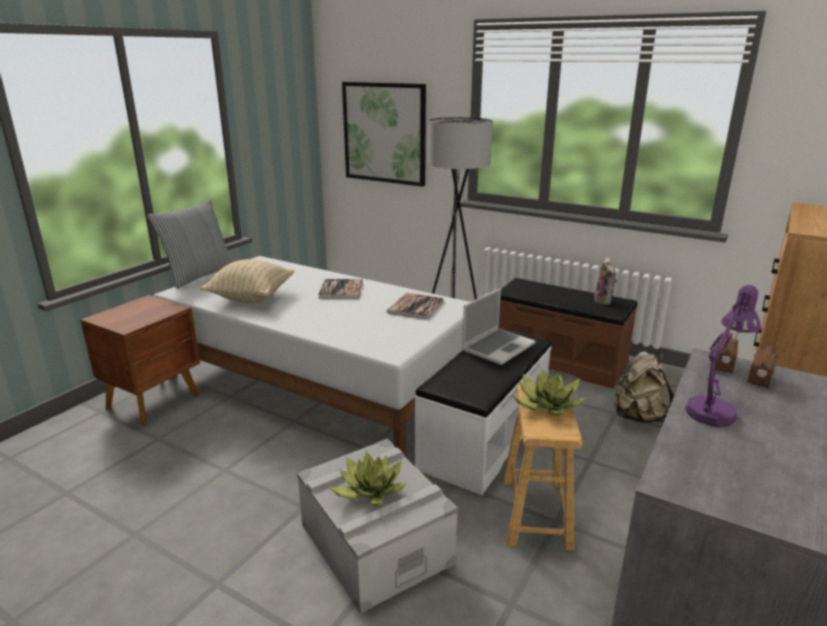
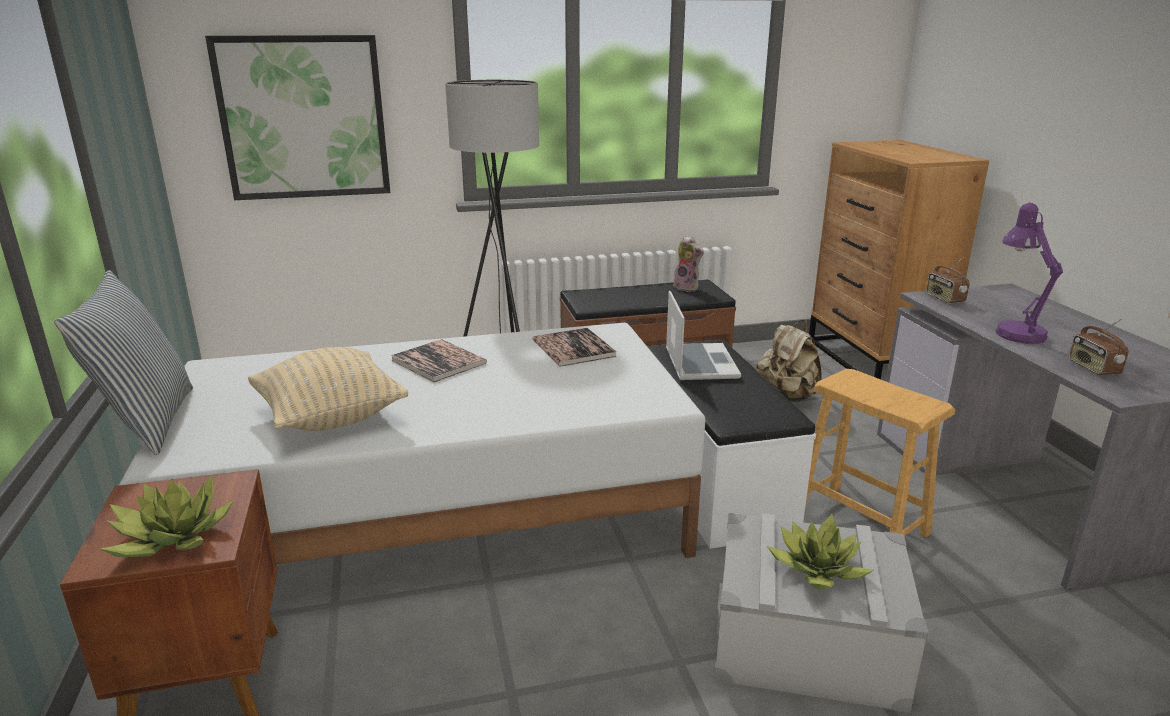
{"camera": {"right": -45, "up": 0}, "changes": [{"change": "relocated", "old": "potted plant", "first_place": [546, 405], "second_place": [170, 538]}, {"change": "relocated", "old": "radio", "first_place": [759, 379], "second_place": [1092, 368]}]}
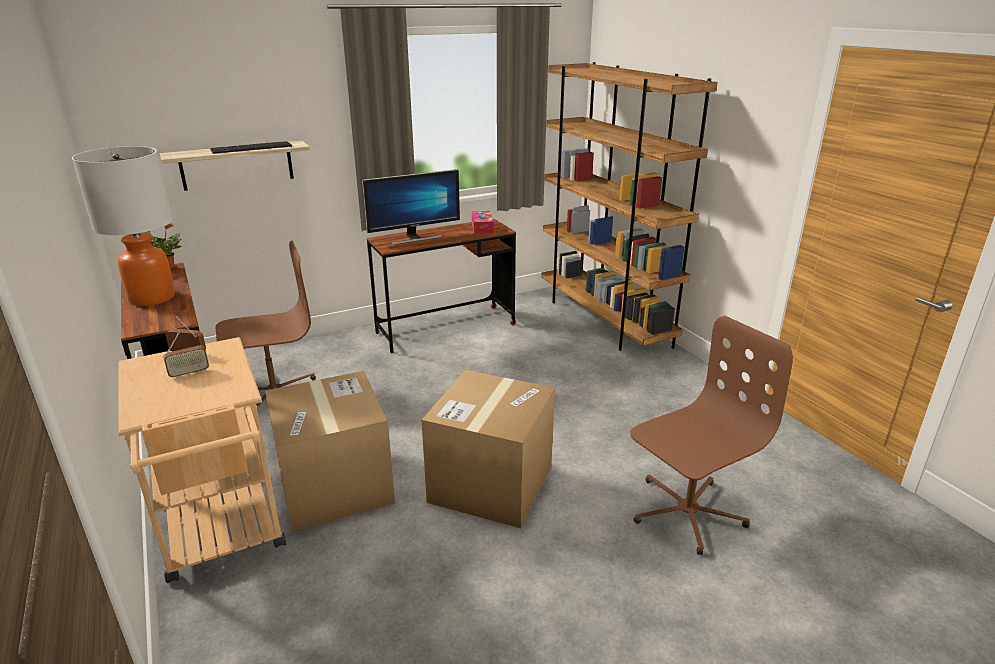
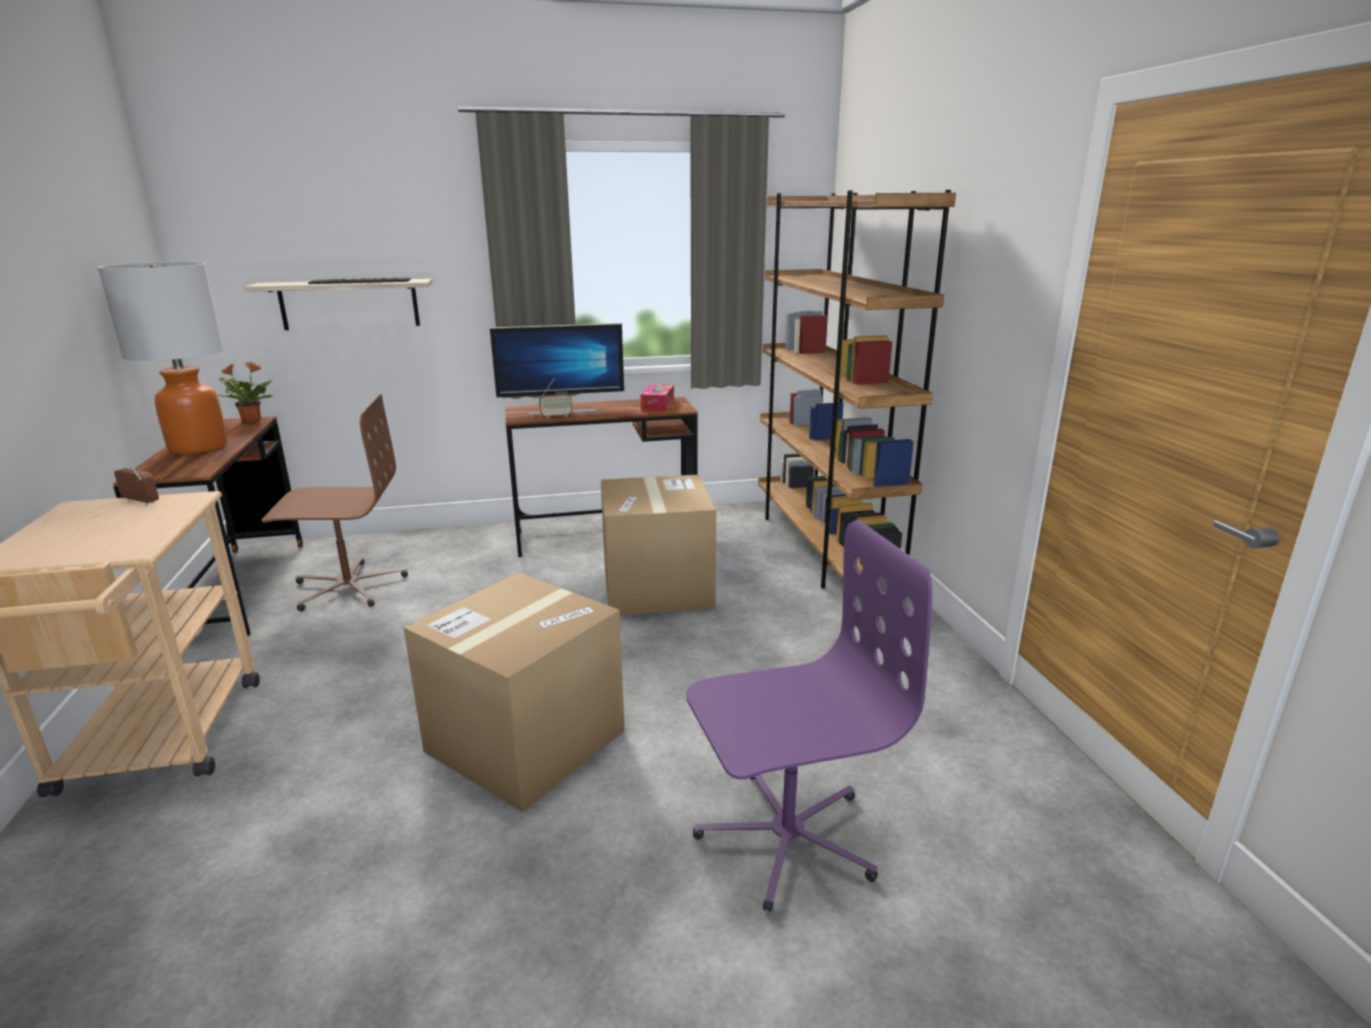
{"camera": {"right": 15, "up": -5}, "changes": [{"change": "relocated", "old": "radio", "first_place": [189, 373], "second_place": [556, 416]}, {"change": "relocated", "old": "cardboard box", "first_place": [335, 486], "second_place": [657, 587]}, {"change": "colour", "old": "brown office chair", "new": "purple office chair", "first_place": [686, 512], "second_place": [785, 836]}]}
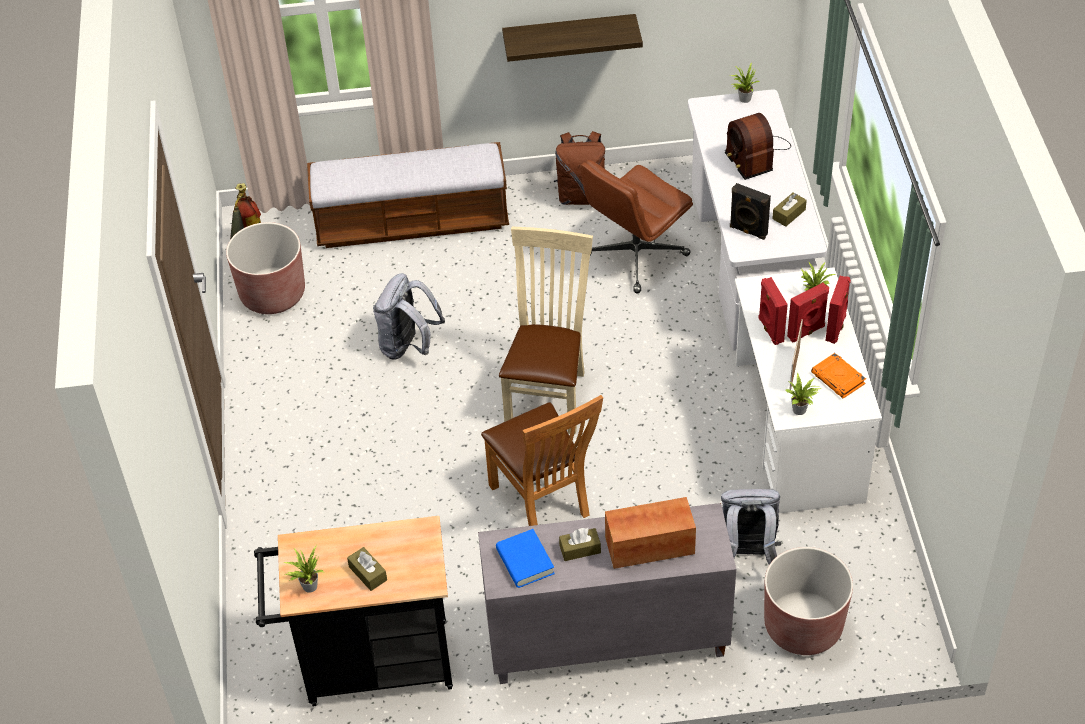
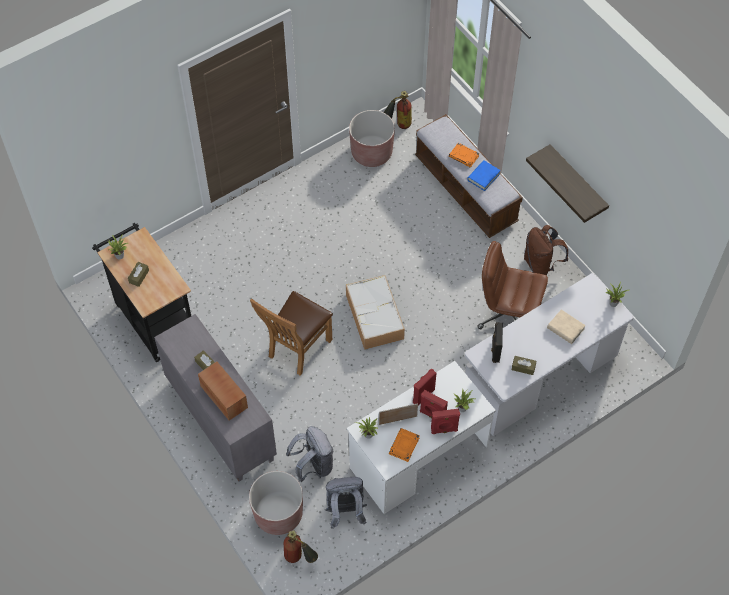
{"camera": {"right": 60, "up": 10}, "changes": [{"change": "relocated", "old": "grey backpack", "first_place": [408, 346], "second_place": [345, 511]}, {"change": "relocated", "old": "blue book", "first_place": [525, 562], "second_place": [483, 177]}, {"change": "exchanged", "old": "beige chair", "new": "storage box", "first_place": [549, 394], "second_place": [375, 317]}, {"change": "exchanged", "old": "radio", "new": "beige book", "first_place": [755, 154], "second_place": [565, 328]}, {"change": "appeared", "new": "fire extinguisher", "second_place": [299, 558]}, {"change": "appeared", "new": "orange book", "second_place": [464, 156]}]}
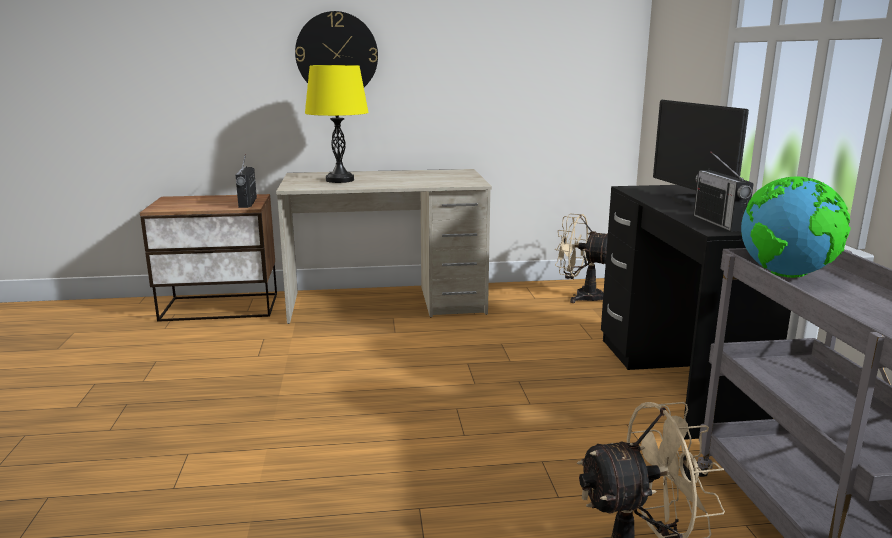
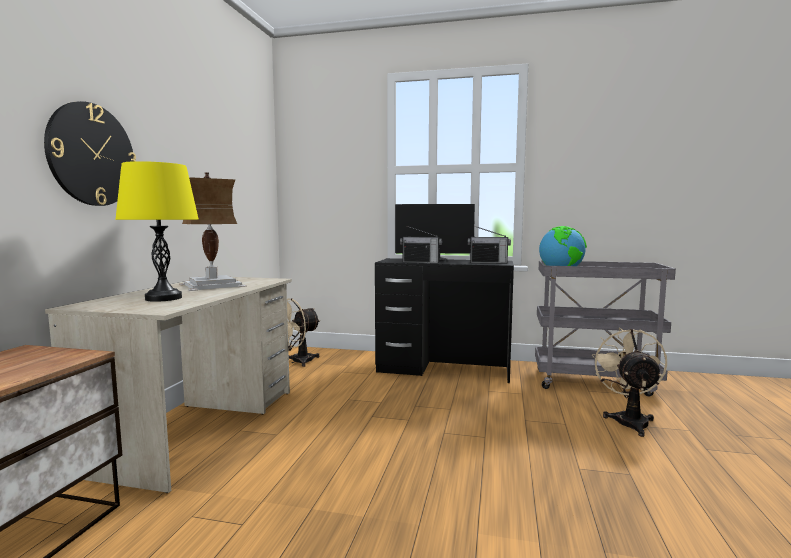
{"camera": {"right": -70, "up": -10}, "changes": [{"change": "relocated", "old": "radio", "first_place": [247, 203], "second_place": [421, 262]}, {"change": "appeared", "new": "table lamp", "second_place": [211, 285]}]}
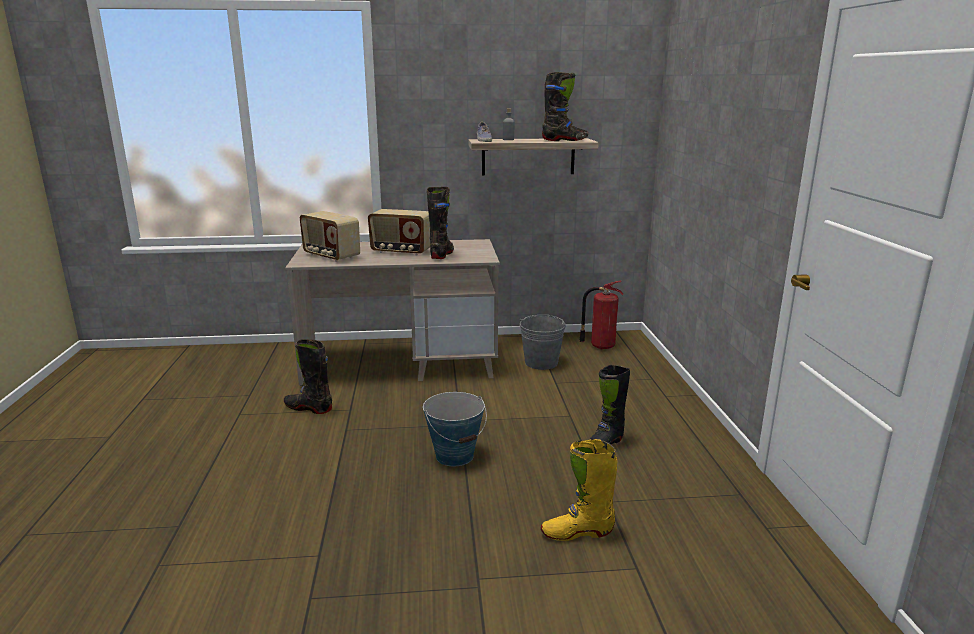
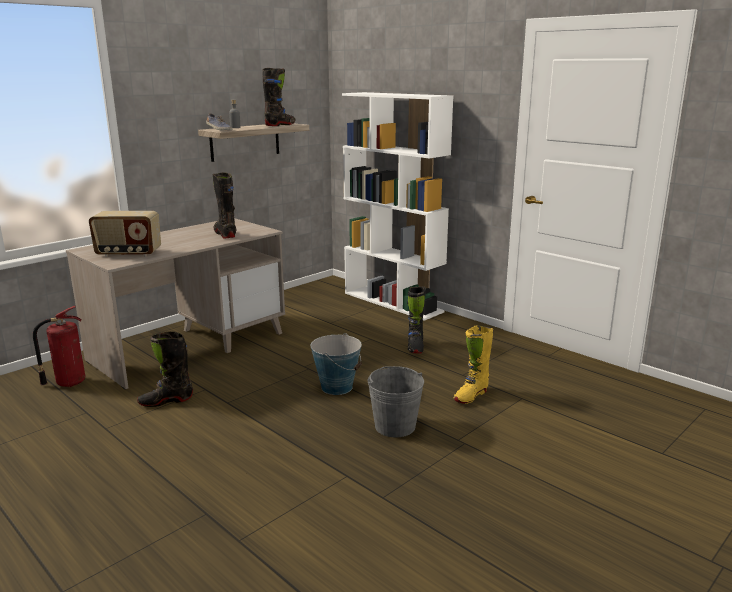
{"camera": {"right": -40, "up": 0}, "changes": [{"change": "missing", "old": "radio", "first_place": [401, 251]}, {"change": "relocated", "old": "grey bucket", "first_place": [541, 362], "second_place": [395, 426]}, {"change": "relocated", "old": "fire extinguisher", "first_place": [601, 346], "second_place": [69, 383]}, {"change": "appeared", "new": "white bookcase", "second_place": [393, 302]}]}
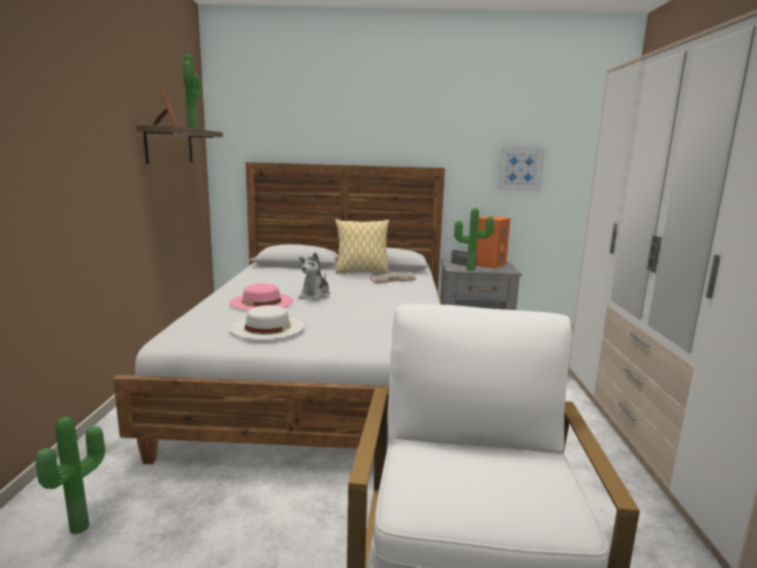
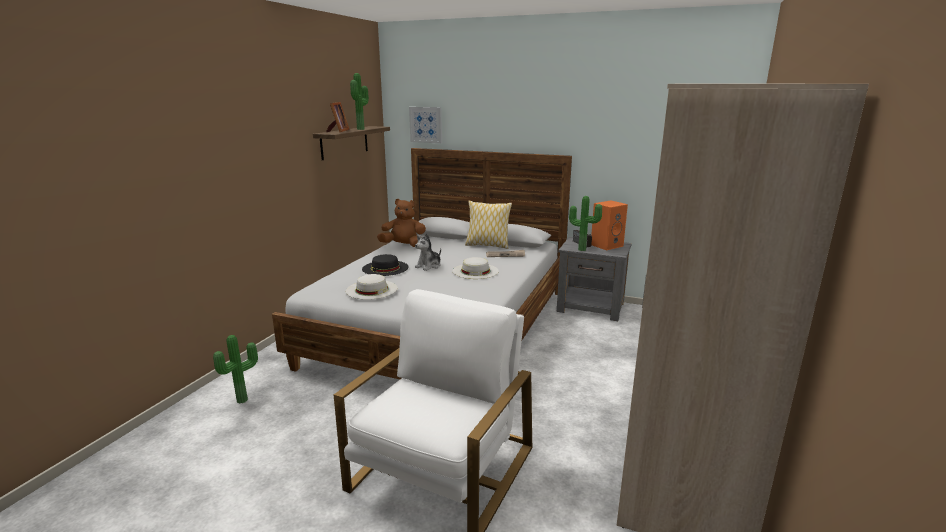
{"camera": {"right": 20, "up": 5}, "changes": [{"change": "colour", "old": "pink hat", "new": "black hat", "first_place": [261, 301], "second_place": [385, 268]}, {"change": "relocated", "old": "picture", "first_place": [520, 168], "second_place": [426, 124]}, {"change": "appeared", "new": "brown plush toy", "second_place": [404, 246]}, {"change": "appeared", "new": "white hat", "second_place": [475, 271]}]}
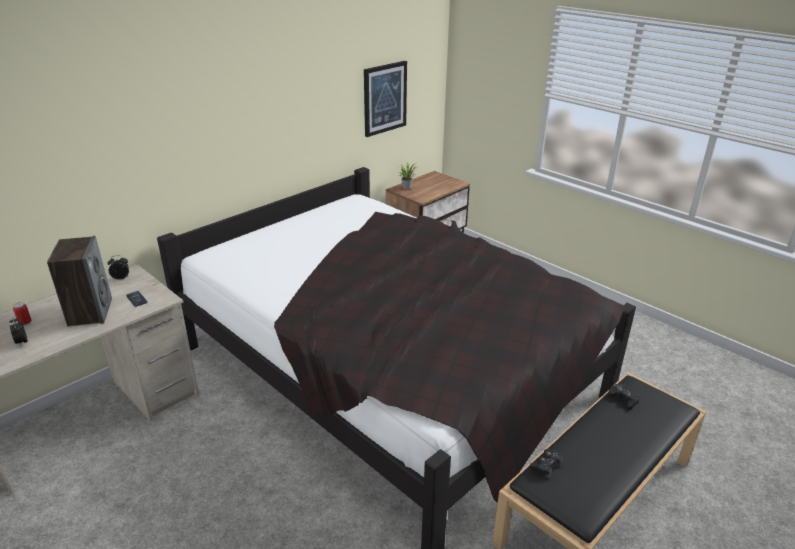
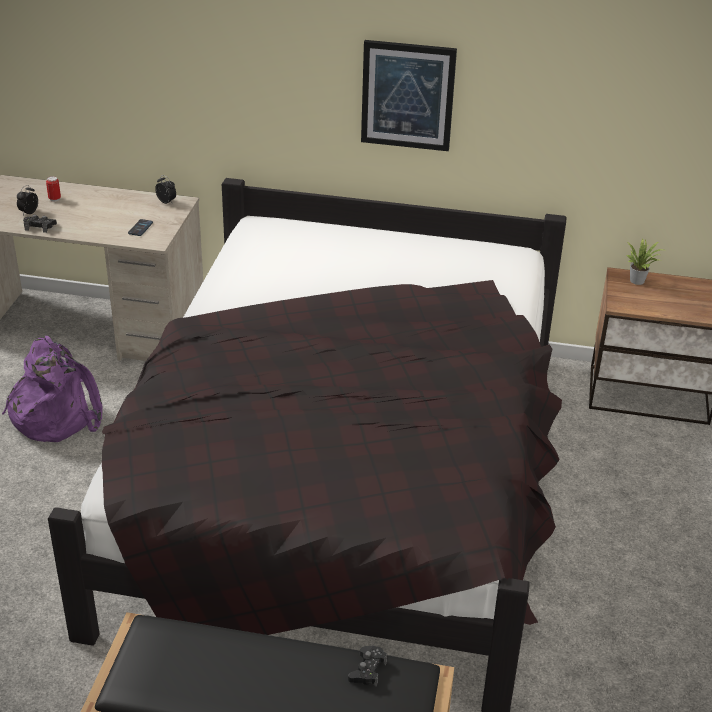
{"camera": {"right": 55, "up": 5}, "changes": [{"change": "missing", "old": "speaker", "first_place": [90, 312]}, {"change": "relocated", "old": "picture", "first_place": [384, 98], "second_place": [407, 95]}, {"change": "relocated", "old": "black game controller", "first_place": [546, 465], "second_place": [40, 227]}, {"change": "appeared", "new": "purple backpack", "second_place": [56, 415]}]}
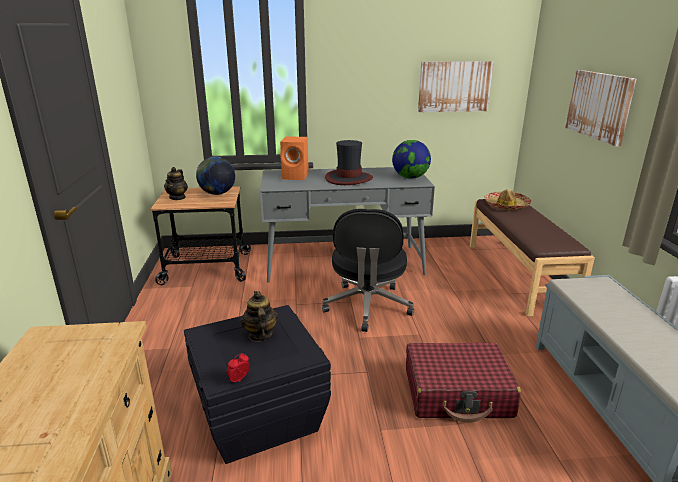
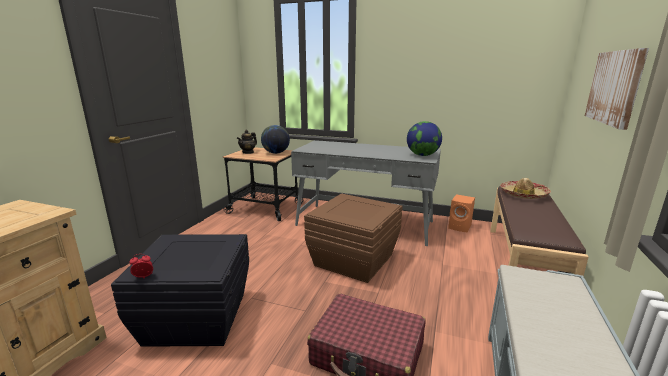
{"camera": {"right": 25, "up": -5}, "changes": [{"change": "missing", "old": "teapot", "first_place": [260, 335]}, {"change": "relocated", "old": "orange speaker", "first_place": [296, 176], "second_place": [460, 227]}, {"change": "exchanged", "old": "black office chair", "new": "brown storage box", "first_place": [367, 307], "second_place": [353, 259]}, {"change": "missing", "old": "hat", "first_place": [348, 178]}, {"change": "missing", "old": "picture", "first_place": [454, 86]}]}
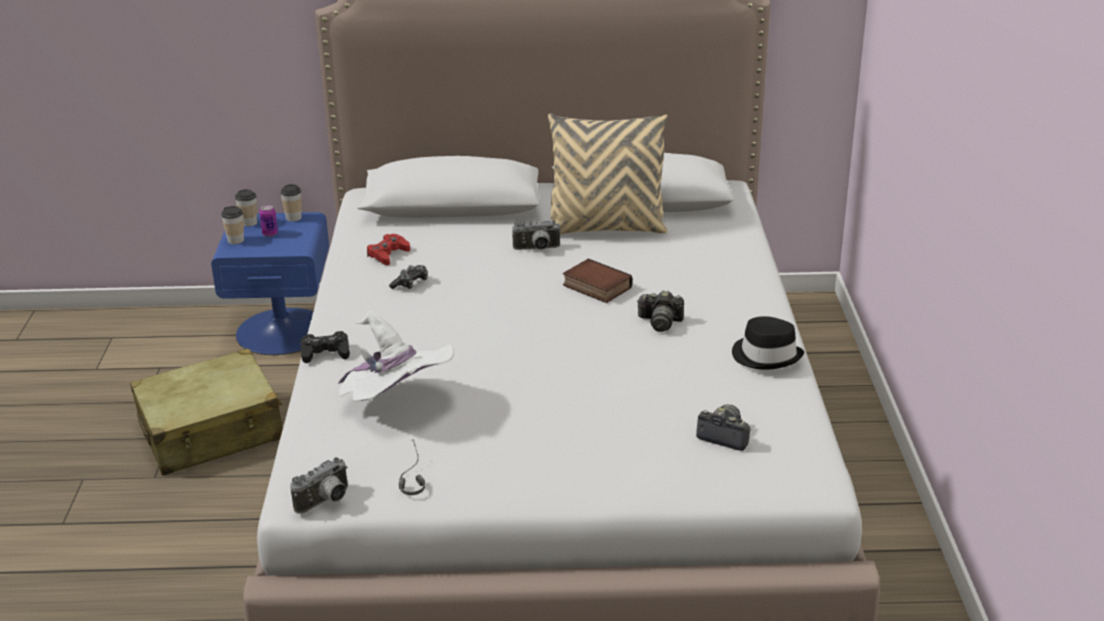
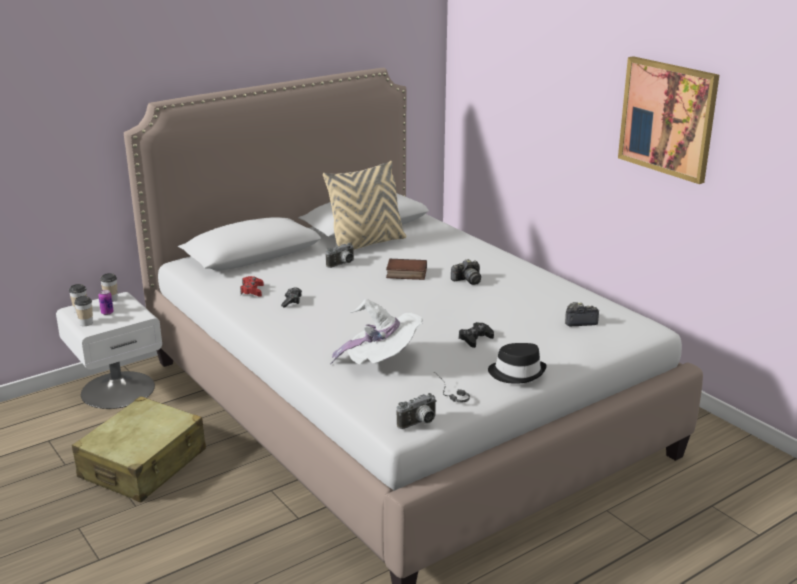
{"camera": {"right": -35, "up": -5}, "changes": [{"change": "colour", "old": "blue nightstand", "new": "white nightstand", "first_place": [282, 330], "second_place": [117, 389]}, {"change": "spun", "old": "photo camera", "first_place": [326, 502], "second_place": [419, 423], "degrees": 45}, {"change": "relocated", "old": "black game controller", "first_place": [325, 352], "second_place": [475, 339]}, {"change": "relocated", "old": "black hat", "first_place": [766, 355], "second_place": [517, 372]}, {"change": "appeared", "new": "picture", "second_place": [668, 118]}]}
